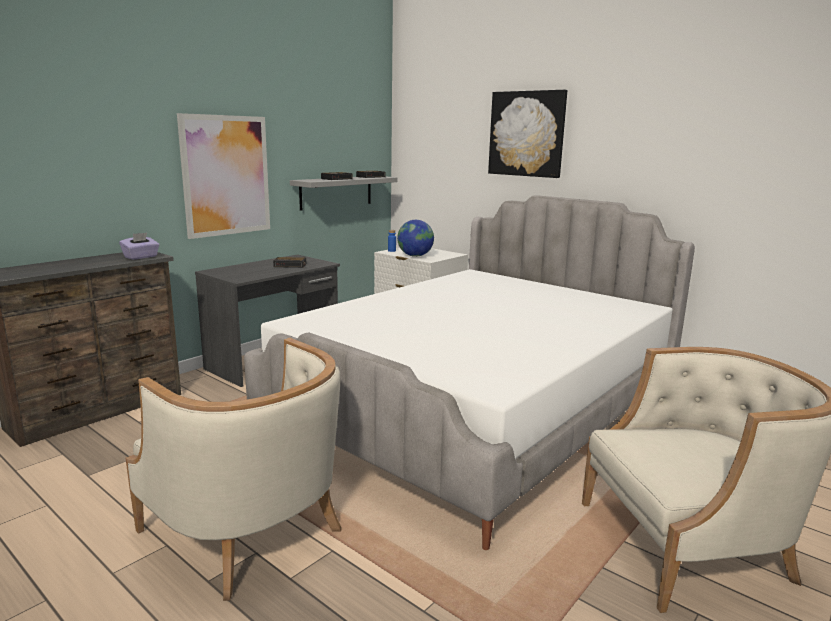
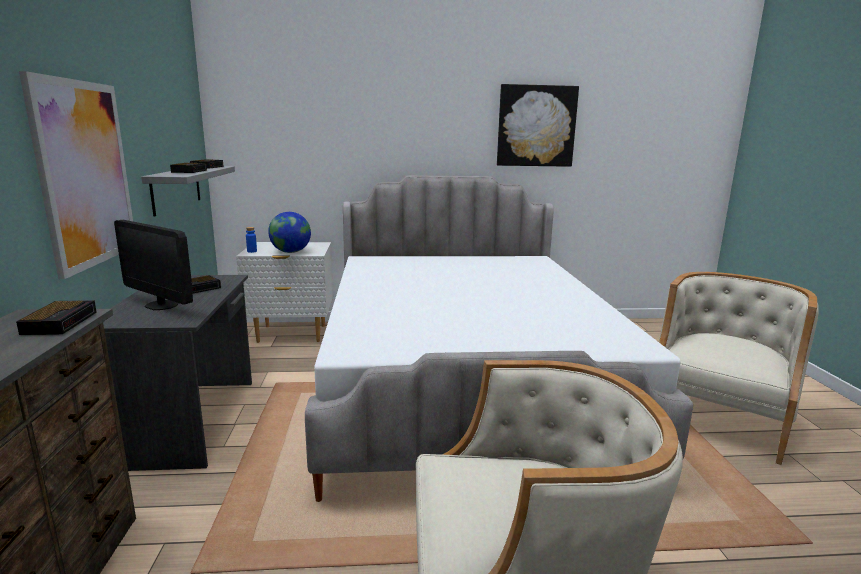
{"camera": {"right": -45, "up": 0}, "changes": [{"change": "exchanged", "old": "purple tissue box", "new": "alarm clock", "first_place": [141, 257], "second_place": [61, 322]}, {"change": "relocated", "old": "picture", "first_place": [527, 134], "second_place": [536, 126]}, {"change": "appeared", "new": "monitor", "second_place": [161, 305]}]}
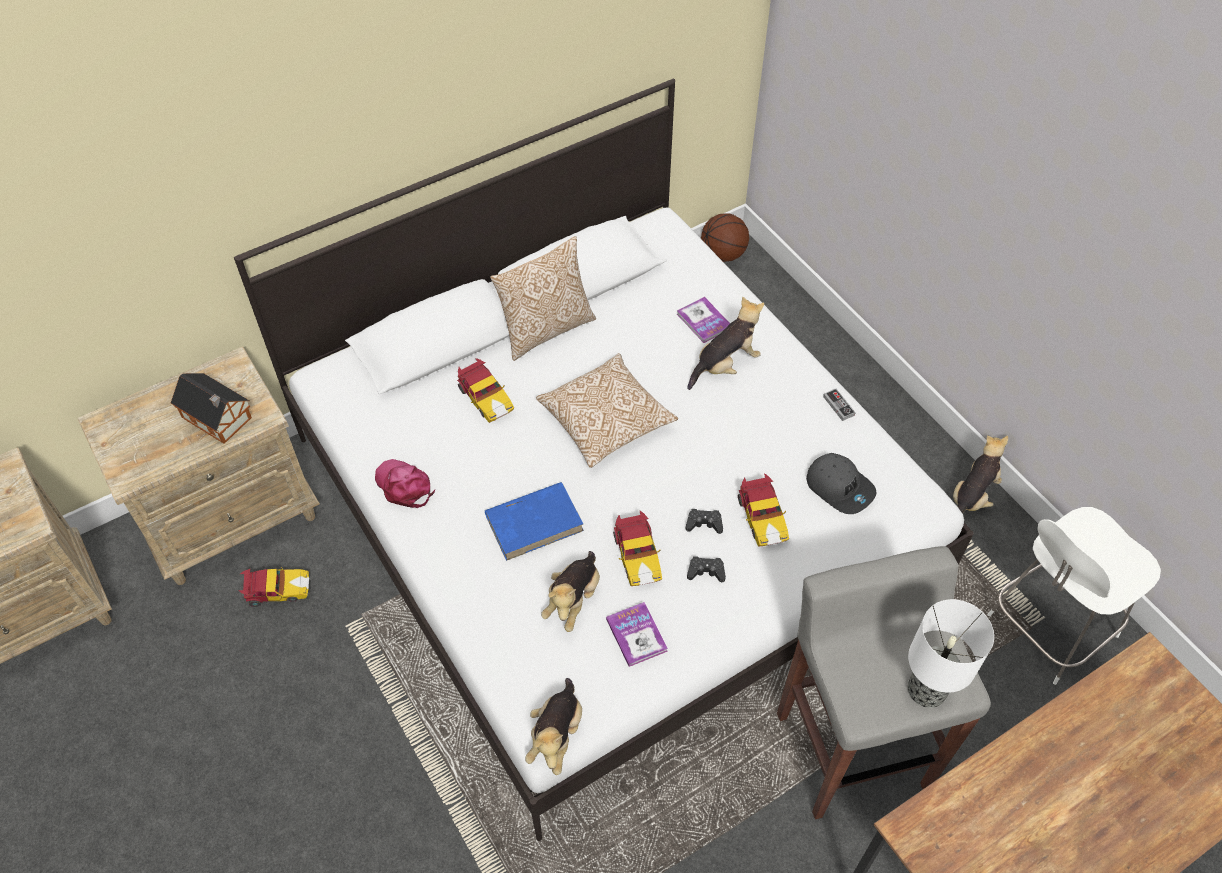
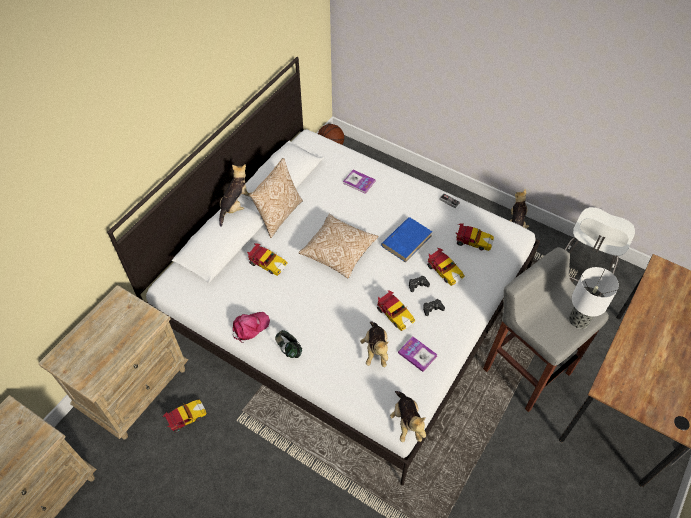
{"camera": {"right": -25, "up": 0}, "changes": [{"change": "missing", "old": "toy house", "first_place": [218, 419]}, {"change": "spun", "old": "pink cap", "first_place": [404, 486], "second_place": [250, 327], "degrees": 120}, {"change": "relocated", "old": "blue book", "first_place": [535, 522], "second_place": [406, 240]}, {"change": "relocated", "old": "plush toy", "first_place": [725, 365], "second_place": [236, 206]}, {"change": "exchanged", "old": "grey cap", "new": "toy car", "first_place": [840, 487], "second_place": [472, 241]}, {"change": "appeared", "new": "headphones", "second_place": [289, 349]}]}
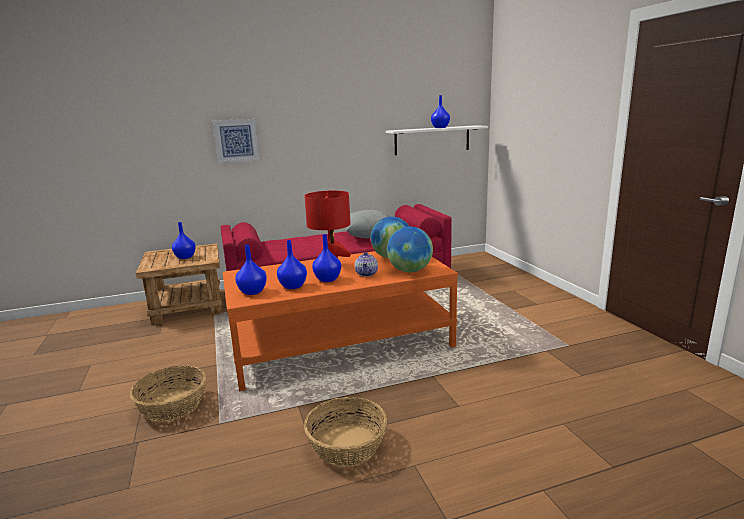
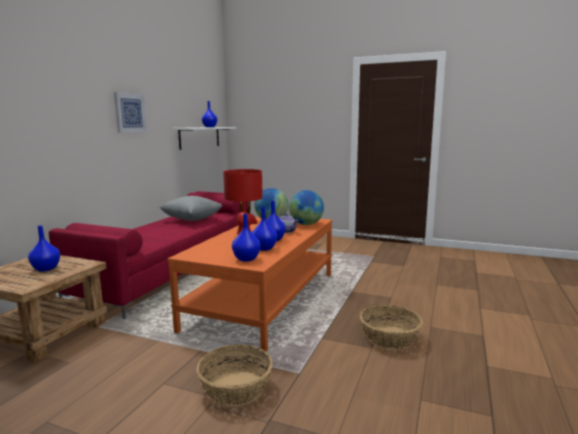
{"camera": {"right": -50, "up": -5}, "changes": [{"change": "relocated", "old": "picture", "first_place": [236, 140], "second_place": [130, 113]}]}
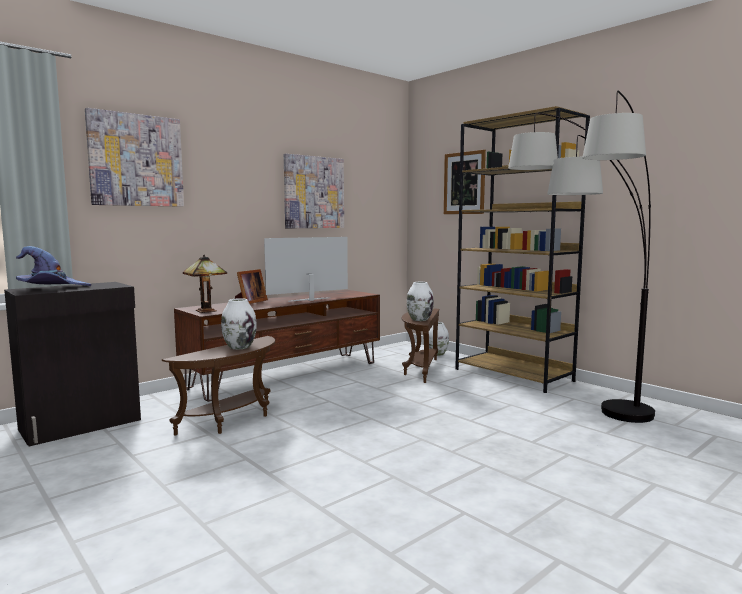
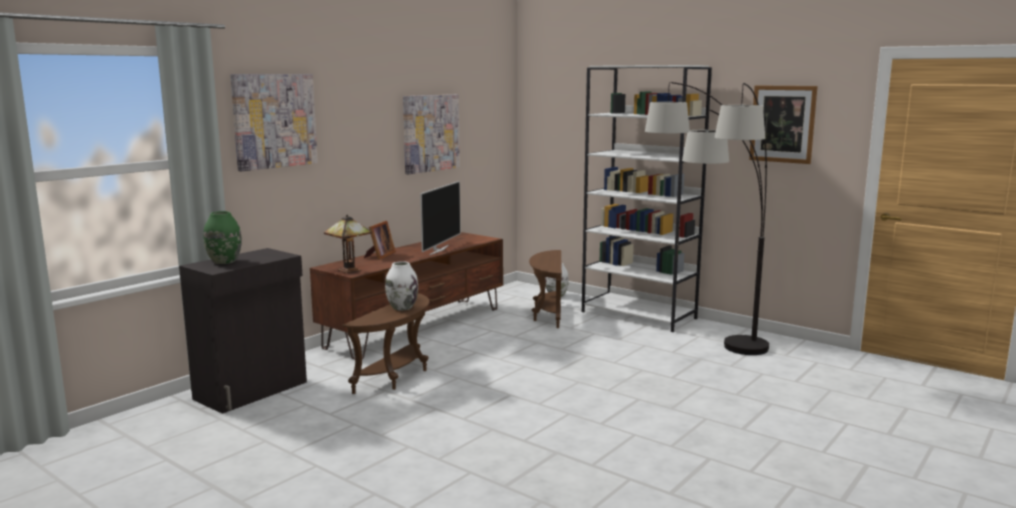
{"camera": {"right": -10, "up": 5}, "changes": [{"change": "exchanged", "old": "purple hat", "new": "green vase", "first_place": [51, 288], "second_place": [224, 261]}, {"change": "spun", "old": "television", "first_place": [310, 300], "second_place": [438, 250], "degrees": 150}, {"change": "missing", "old": "white vase", "first_place": [419, 319]}, {"change": "relocated", "old": "picture", "first_place": [464, 183], "second_place": [782, 124]}, {"change": "colour", "old": "brown bookcase", "new": "white bookcase", "first_place": [514, 375], "second_place": [639, 315]}]}
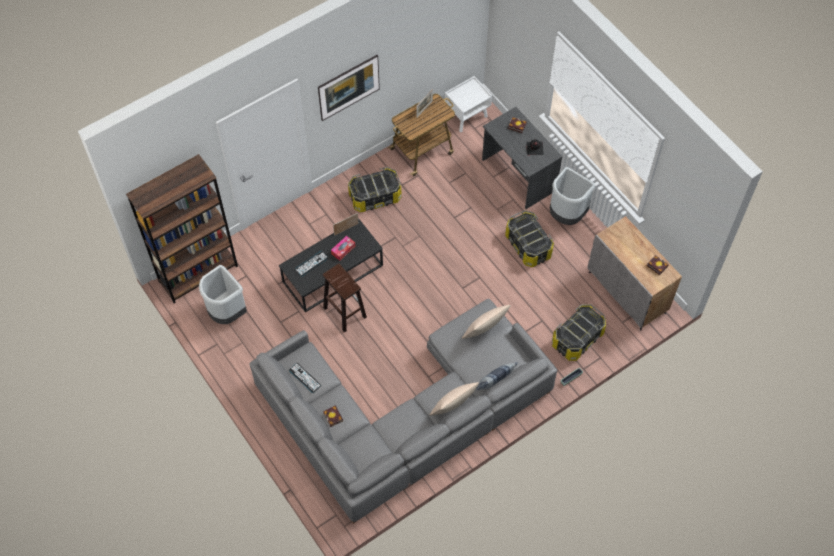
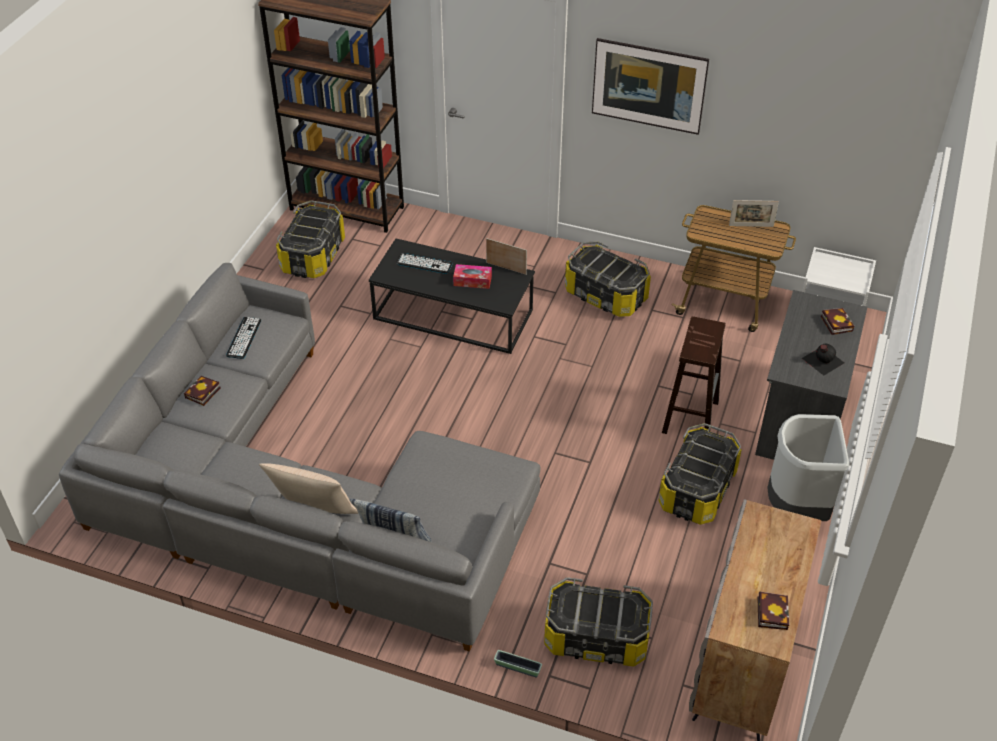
{"camera": {"right": 55, "up": -15}, "changes": [{"change": "exchanged", "old": "grey trash can", "new": "storage box", "first_place": [227, 313], "second_place": [313, 256]}, {"change": "relocated", "old": "brown stool", "first_place": [344, 312], "second_place": [690, 416]}, {"change": "missing", "old": "beige pillow", "first_place": [484, 331]}]}
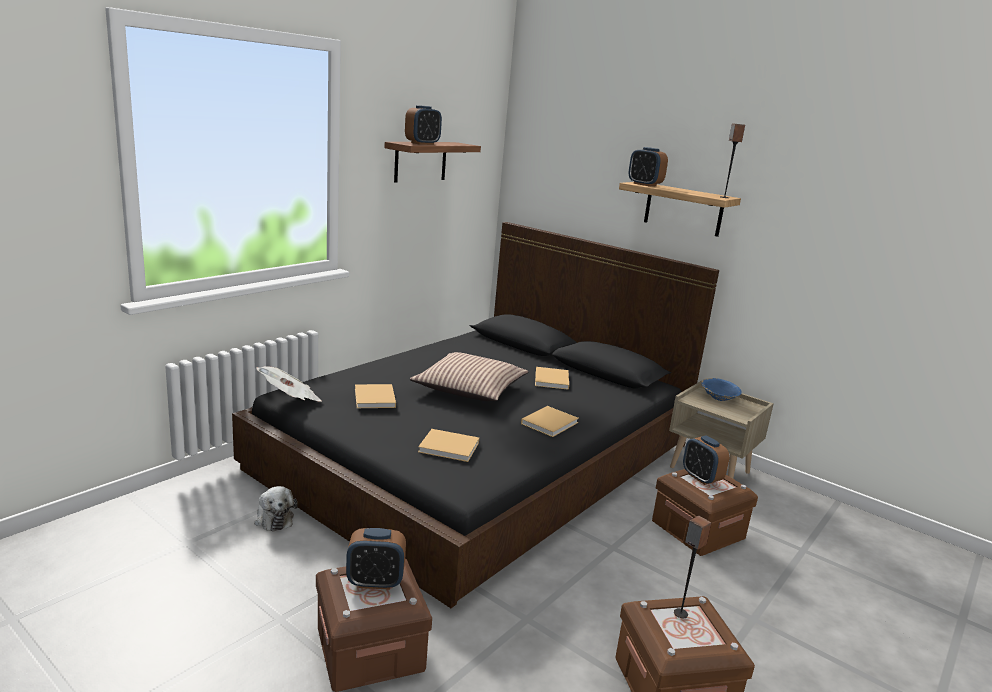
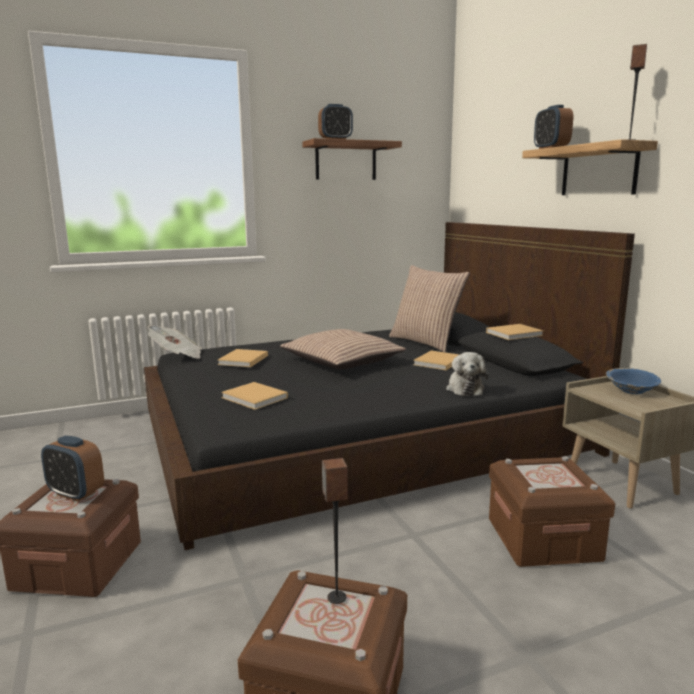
{"camera": {"right": 30, "up": -5}, "changes": [{"change": "relocated", "old": "plush toy", "first_place": [274, 518], "second_place": [464, 388]}, {"change": "relocated", "old": "beige book", "first_place": [550, 422], "second_place": [515, 334]}, {"change": "missing", "old": "alarm clock", "first_place": [701, 478]}, {"change": "appeared", "new": "pillow", "second_place": [426, 342]}]}
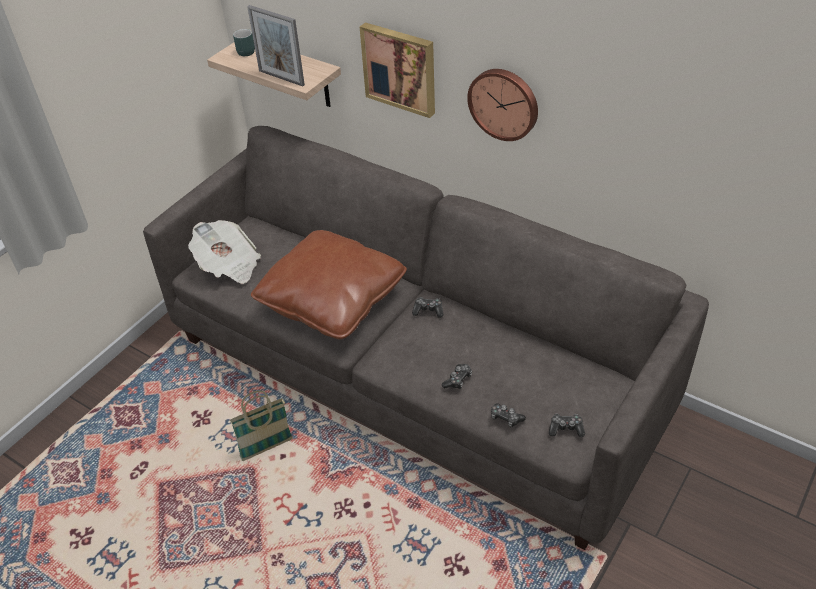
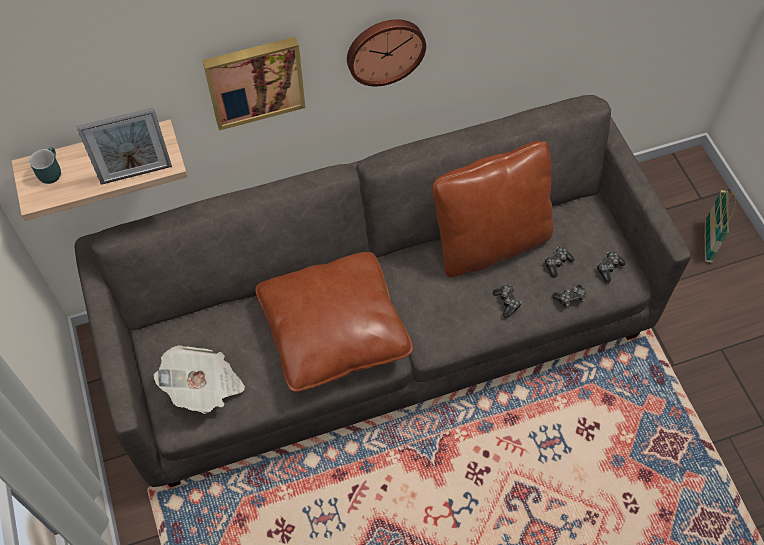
{"camera": {"right": -55, "up": 15}, "changes": [{"change": "relocated", "old": "basket", "first_place": [267, 448], "second_place": [707, 242]}, {"change": "relocated", "old": "game controller", "first_place": [428, 310], "second_place": [557, 263]}, {"change": "appeared", "new": "brown pillow", "second_place": [489, 242]}]}
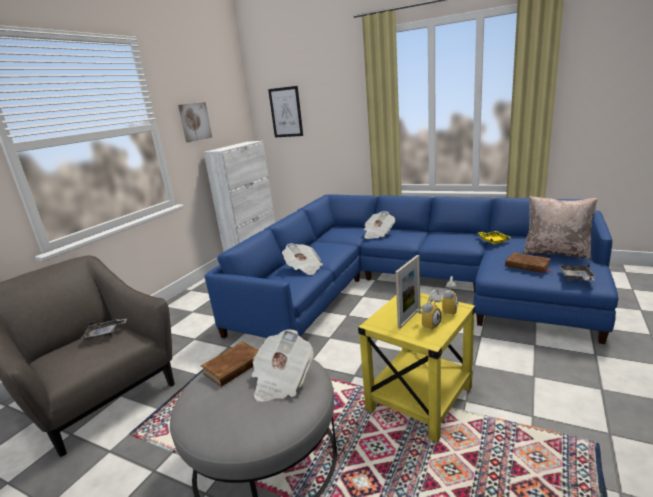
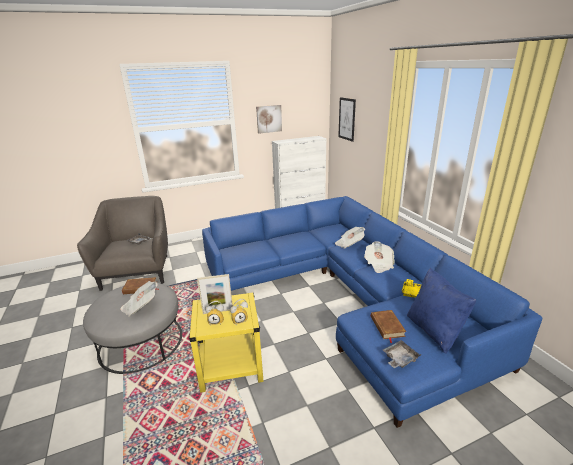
{"camera": {"right": 40, "up": 5}, "changes": [{"change": "relocated", "old": "newspaper", "first_place": [303, 268], "second_place": [378, 264]}, {"change": "colour", "old": "beige pillow", "new": "blue pillow", "first_place": [556, 252], "second_place": [434, 331]}]}
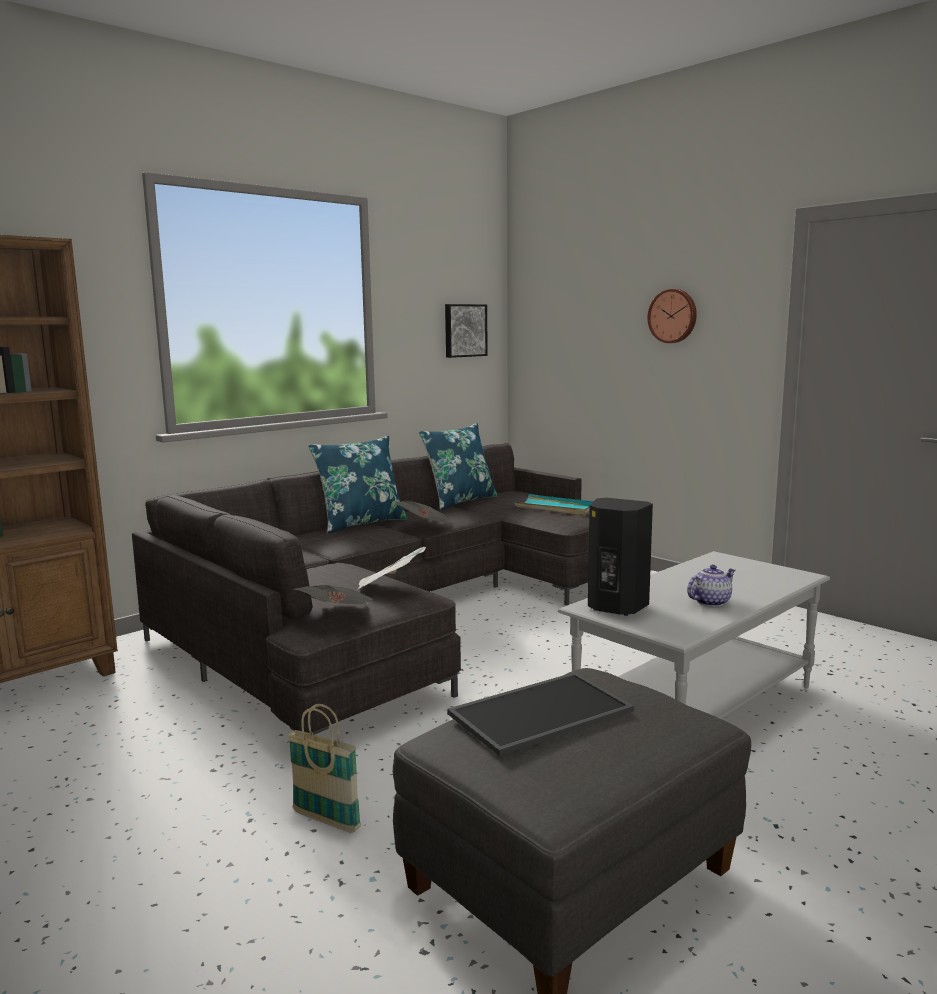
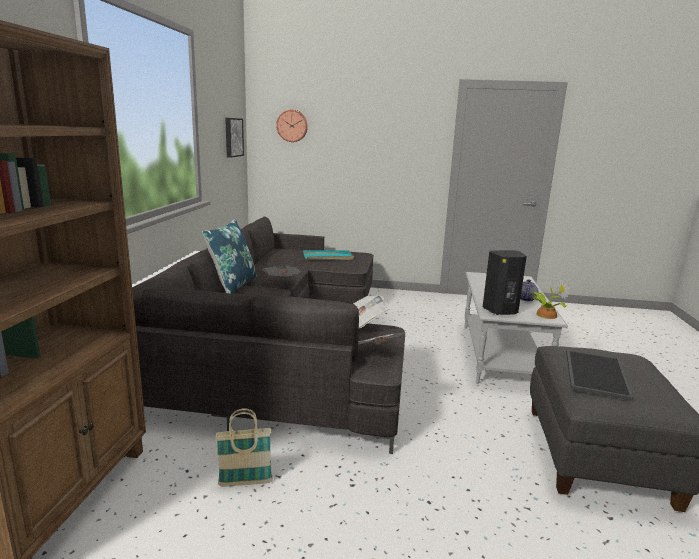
{"camera": {"right": -40, "up": 5}, "changes": [{"change": "relocated", "old": "basket", "first_place": [326, 820], "second_place": [245, 483]}, {"change": "missing", "old": "blue pillow", "first_place": [460, 501]}, {"change": "relocated", "old": "wall clock", "first_place": [673, 316], "second_place": [292, 126]}, {"change": "appeared", "new": "potted plant", "second_place": [545, 315]}]}
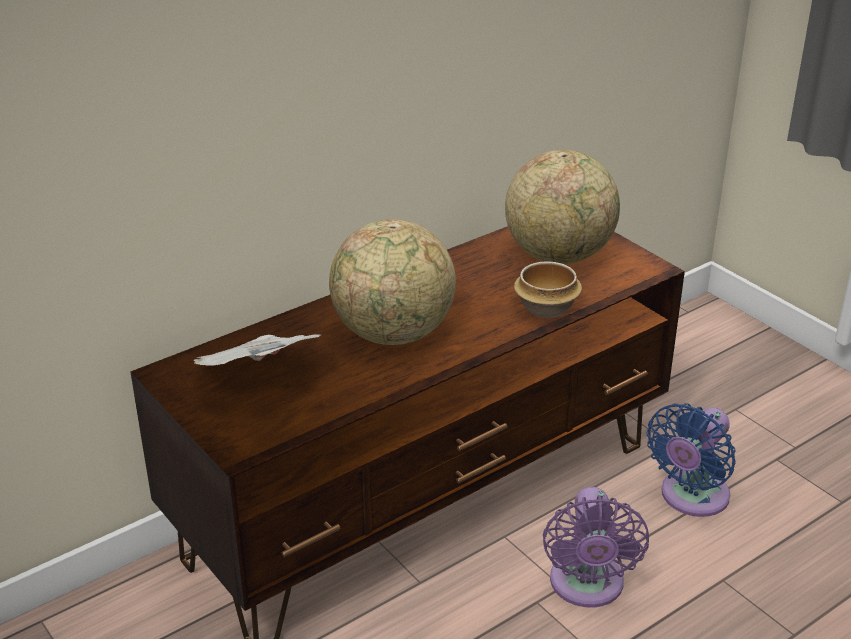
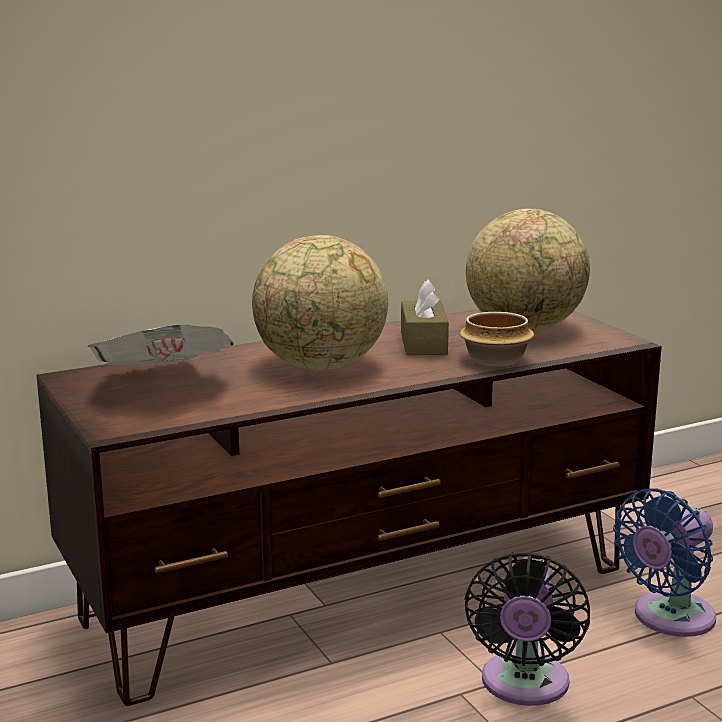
{"camera": {"right": 10, "up": -15}, "changes": [{"change": "colour", "old": "purple fan", "new": "black fan", "first_place": [587, 587], "second_place": [524, 686]}, {"change": "appeared", "new": "brown tissue box", "second_place": [423, 343]}]}
